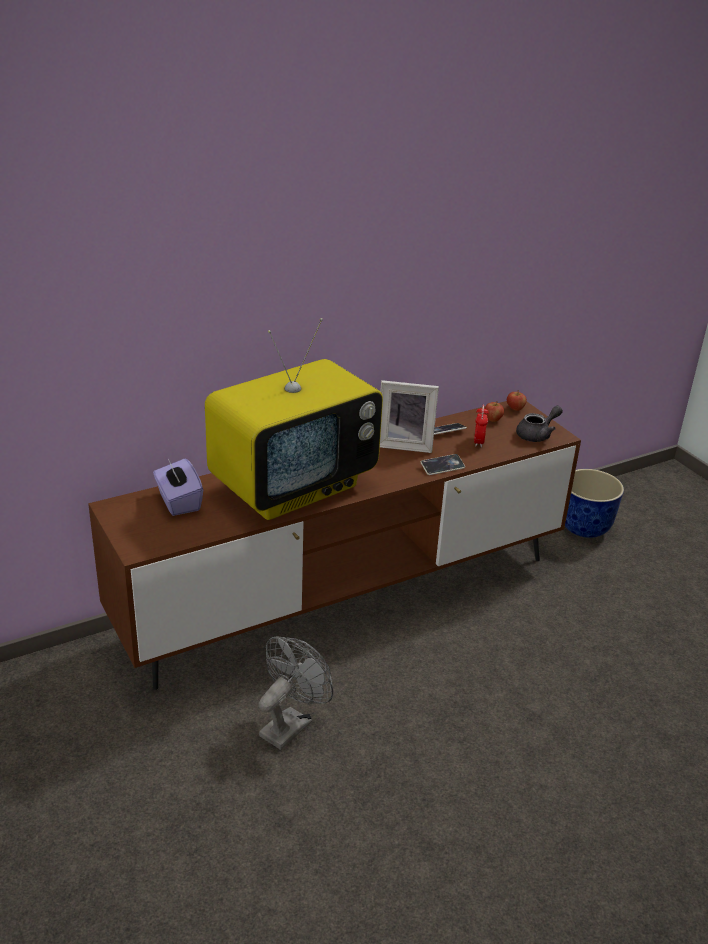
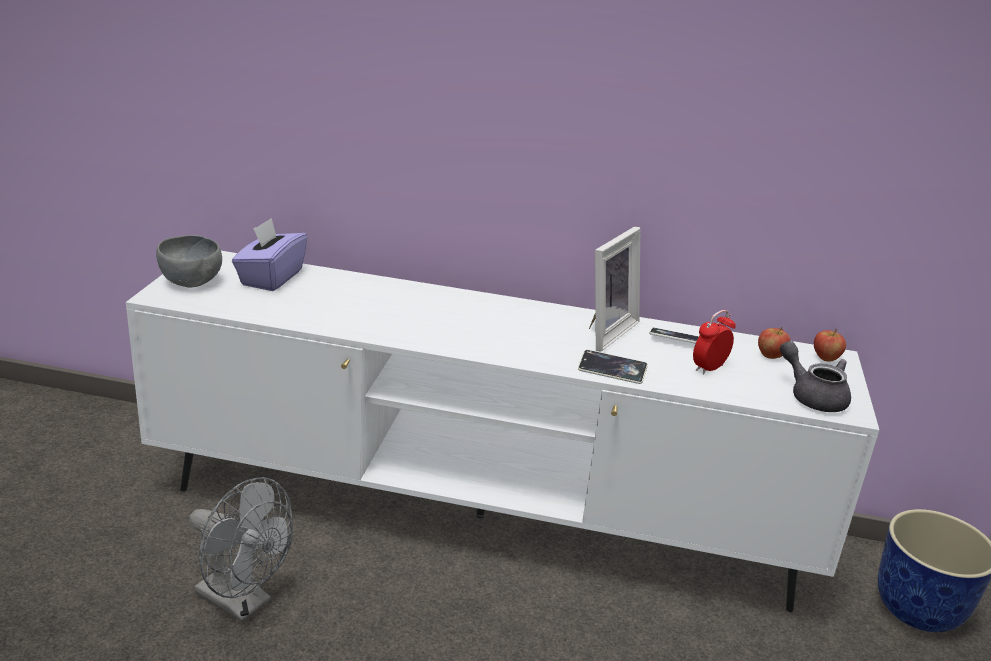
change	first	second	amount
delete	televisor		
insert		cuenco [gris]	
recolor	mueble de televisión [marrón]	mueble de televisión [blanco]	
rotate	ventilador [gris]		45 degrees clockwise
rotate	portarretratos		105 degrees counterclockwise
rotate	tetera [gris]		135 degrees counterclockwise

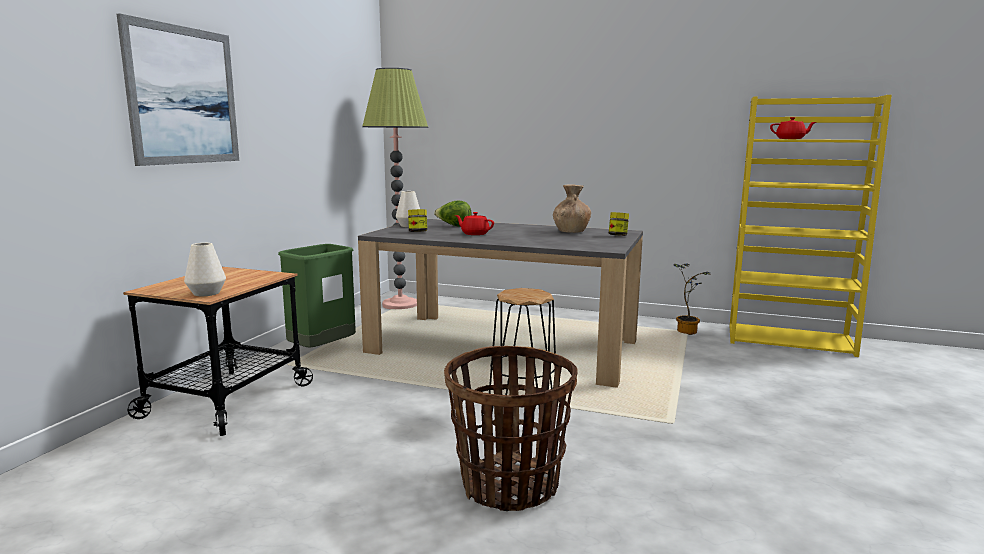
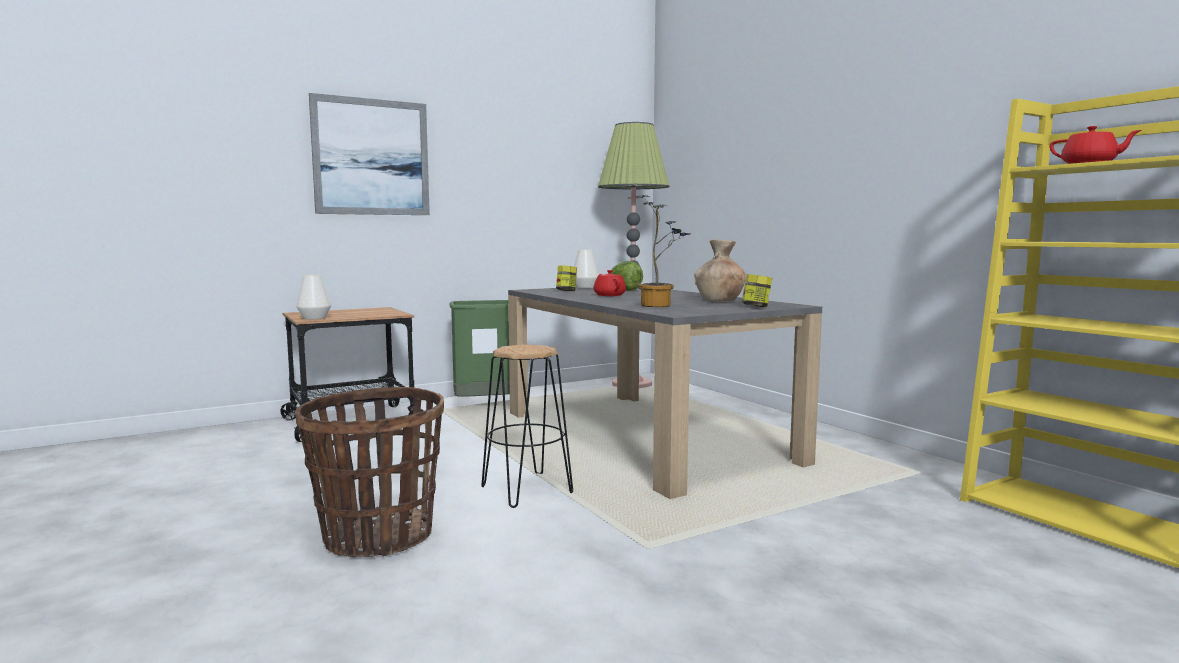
change	first	second	amount
move	planta en maceta		

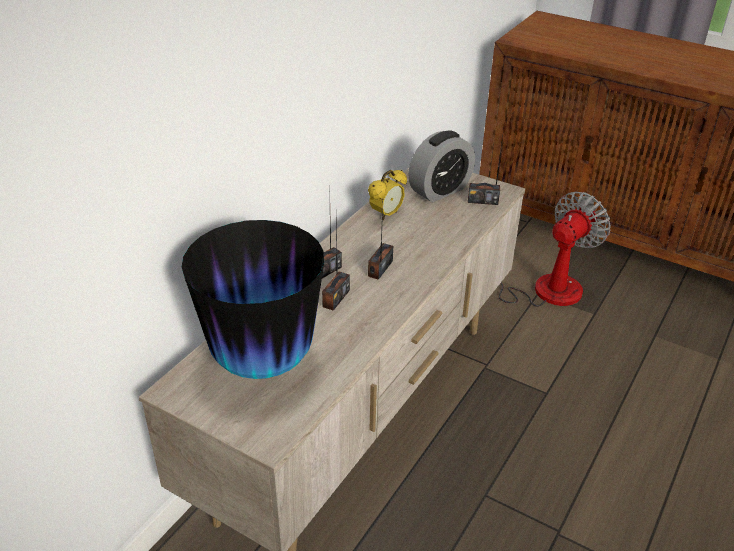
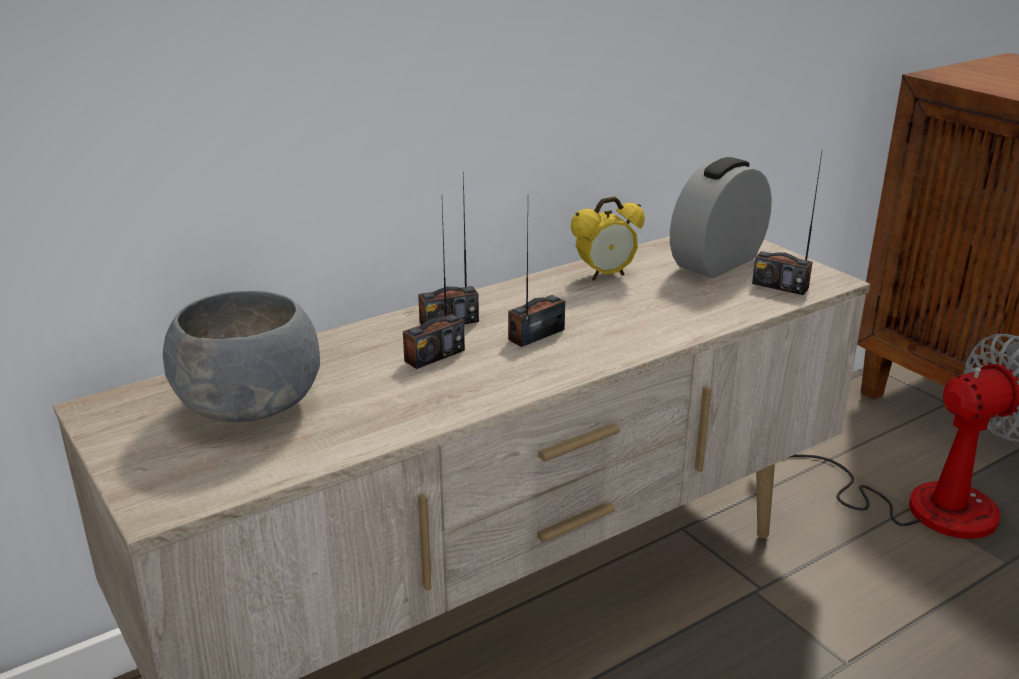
change	first	second	amount
replace	florero	cuenco [gris]	
rotate	despertador (2nd from left)		150 degrees clockwise

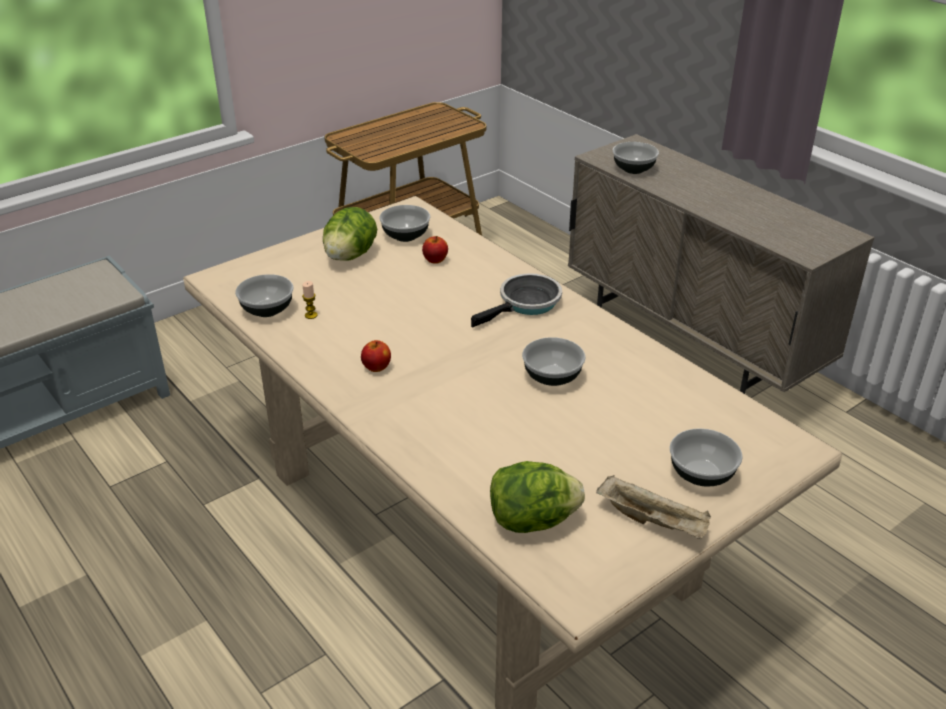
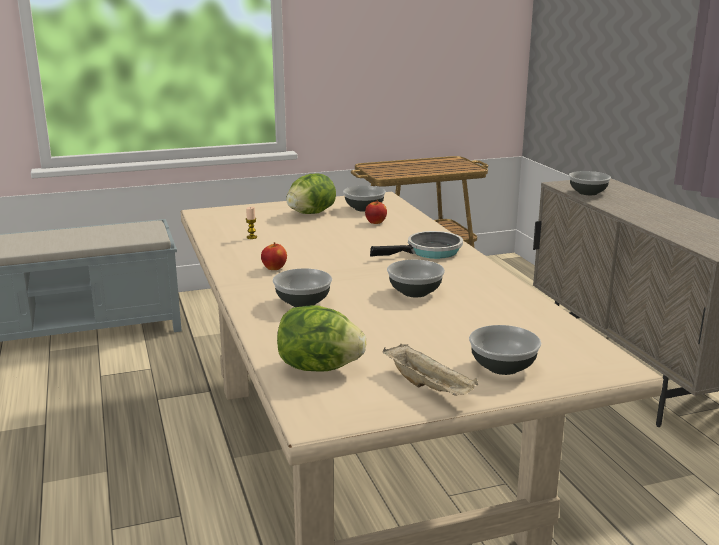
change	first	second	amount
move	cuenco (1st from left)		

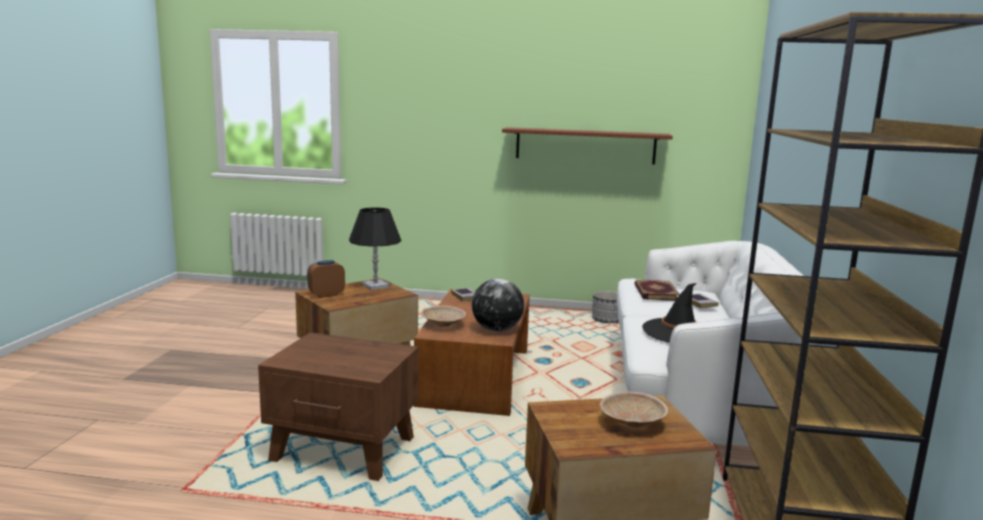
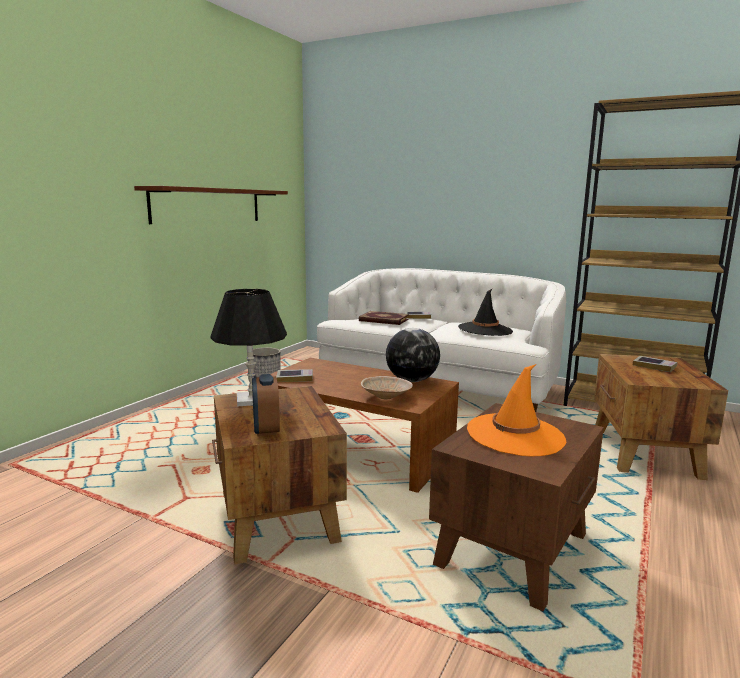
change	first	second	amount
insert		sombrero [naranja]	
replace	cuenco [beis] (2nd from left)	libro (4th from left)	

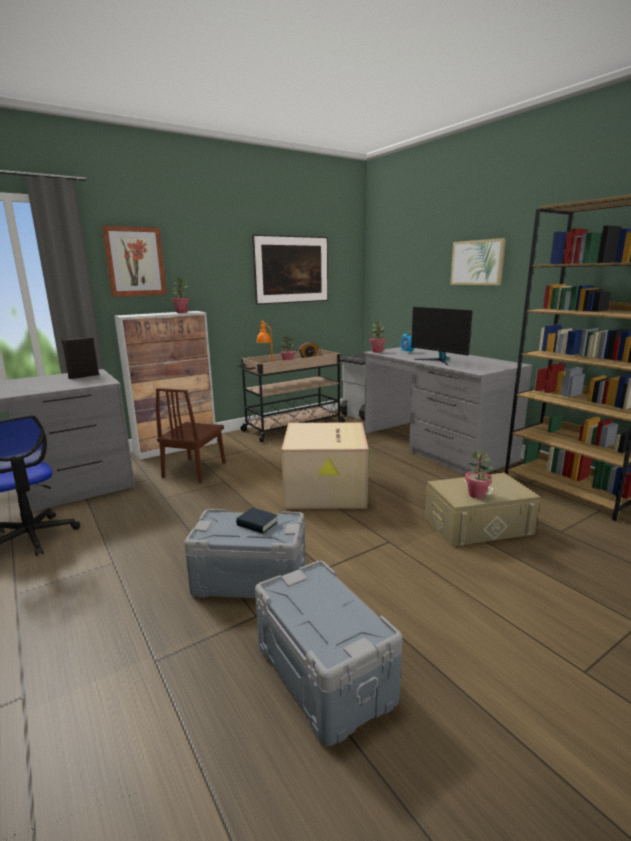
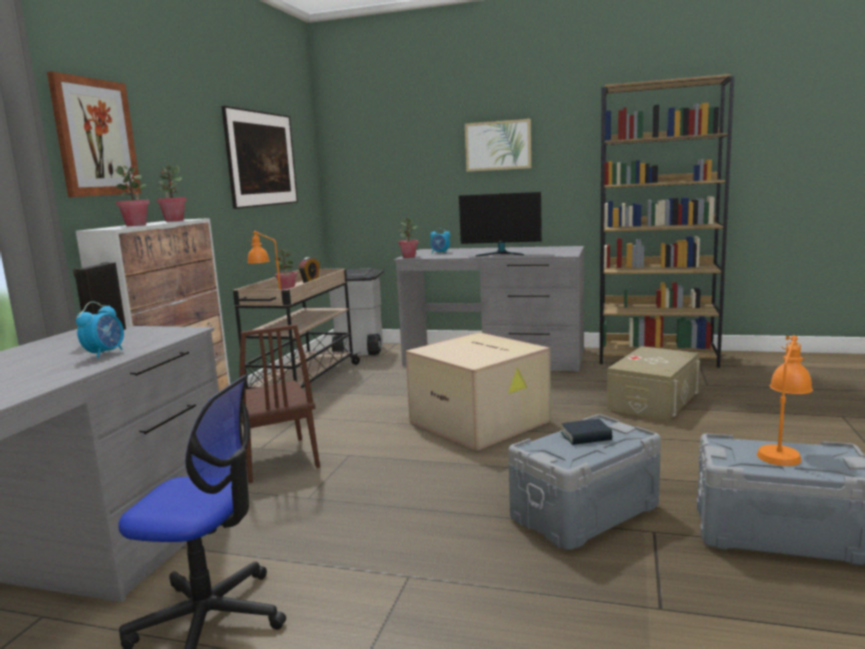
change	first	second	amount
insert		despertador (1st from left)	
insert		lámpara de mesa [naranja] (2nd from left)	
move	planta en maceta (4th from left in the first image)	planta en maceta (1st from left)	

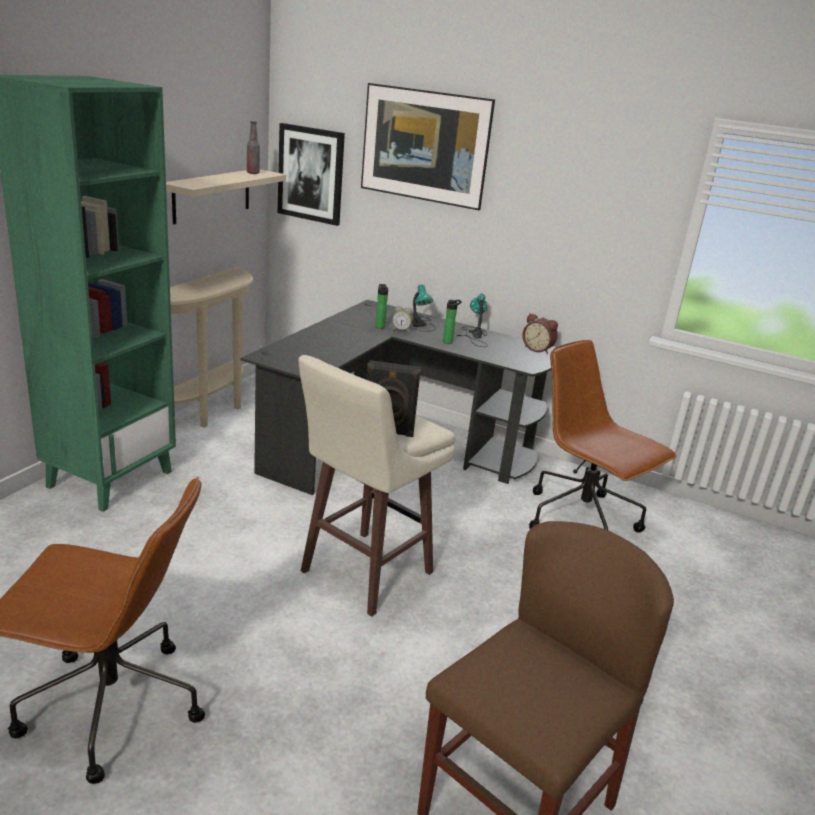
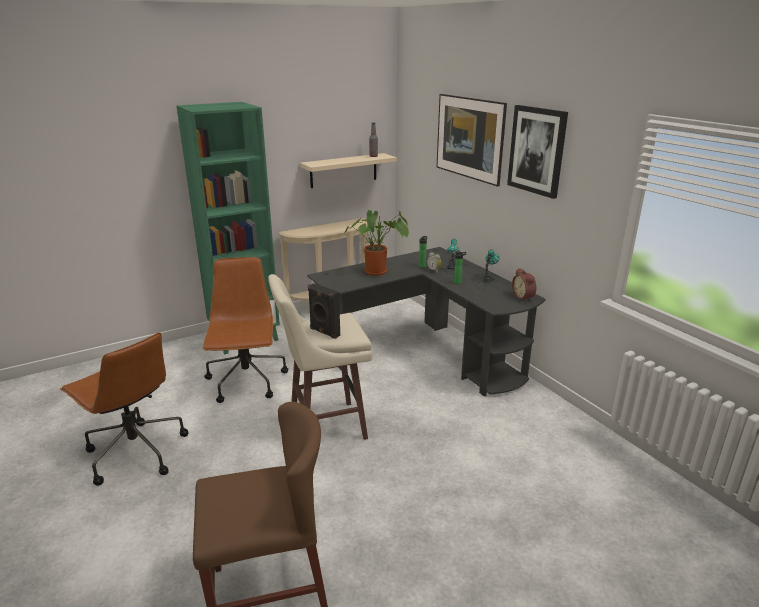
change	first	second	amount
insert		planta en maceta	
move	cuadro (1st from left in the first image)	cuadro (2nd from left)	
move	silla de oficina [marrón] (2nd from left)		

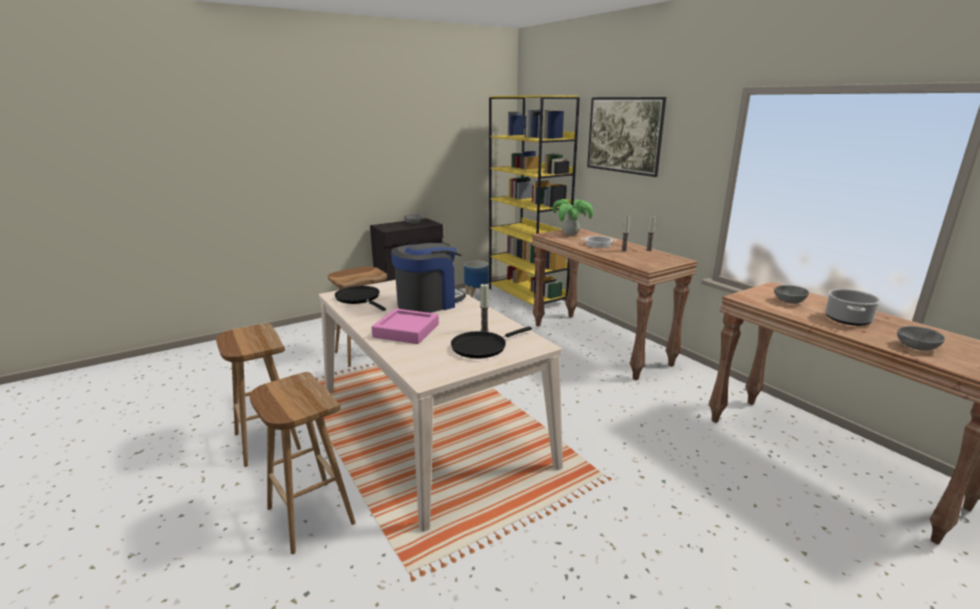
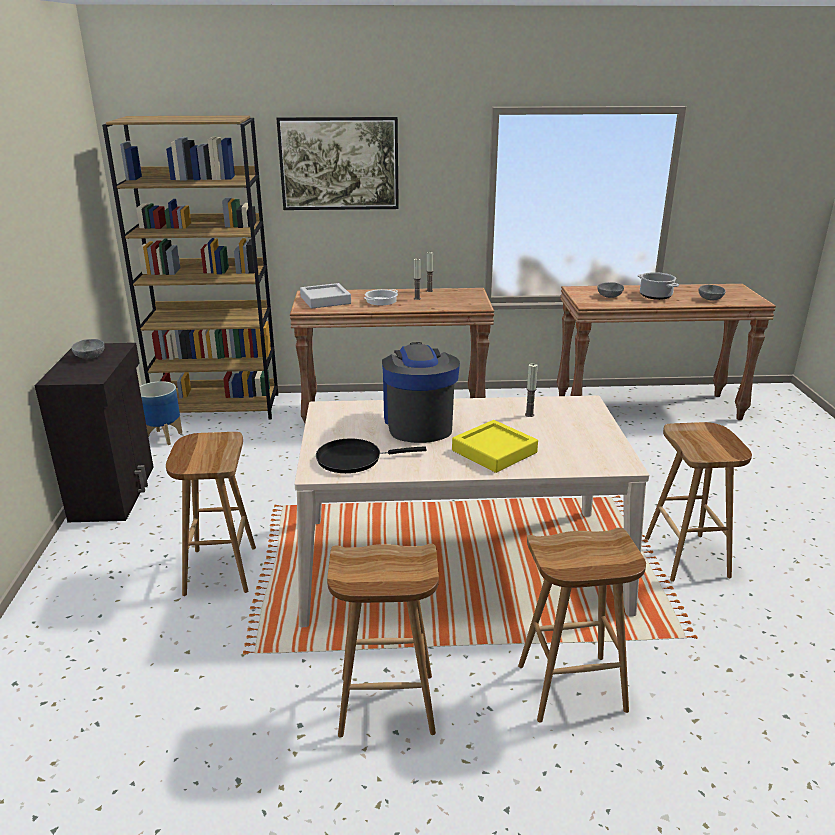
change	first	second	amount
delete	sartén [negro] (2nd from left)		
insert		taburete [marrón] (4th from left)	
replace	planta en maceta	bandeja [gris]	
recolor	bandeja [rosa]	bandeja [amarillo]	
recolor	estantería [amarillo]	estantería [marrón]	

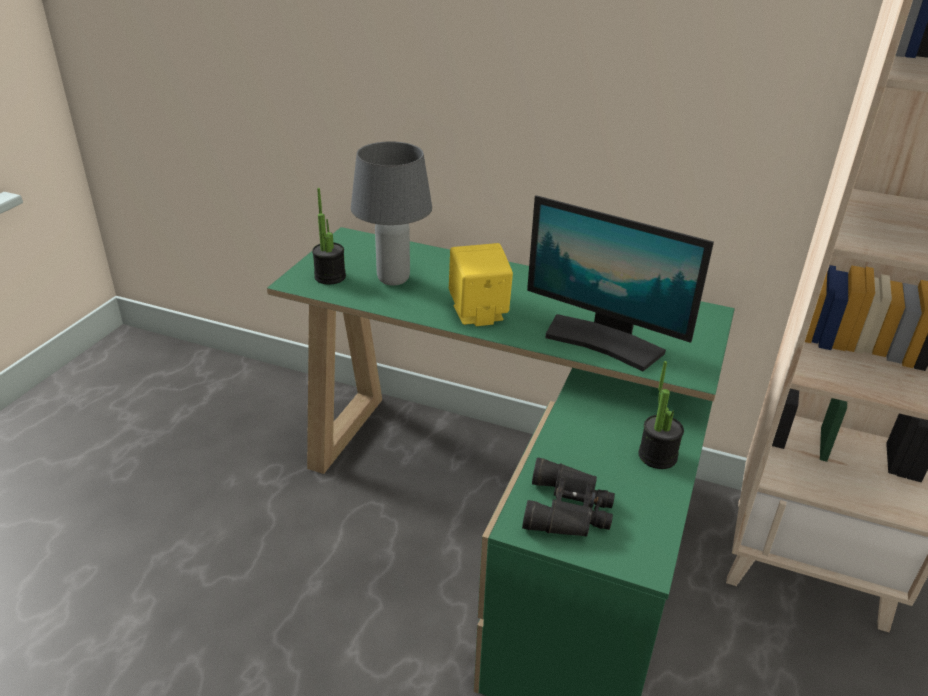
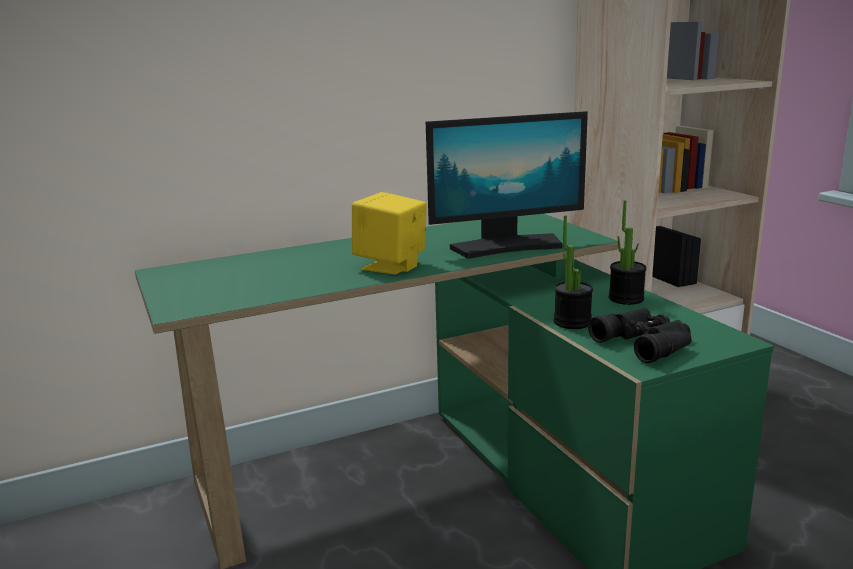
change	first	second	amount
delete	lámpara de mesa [gris]		
move	planta en maceta (1st from left)		

